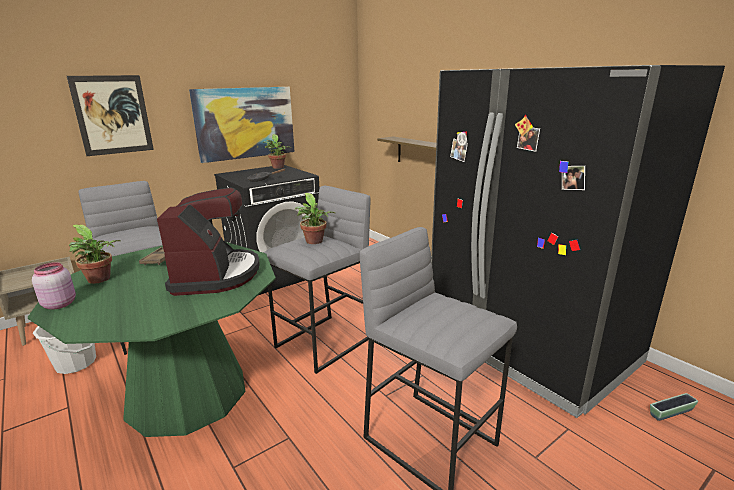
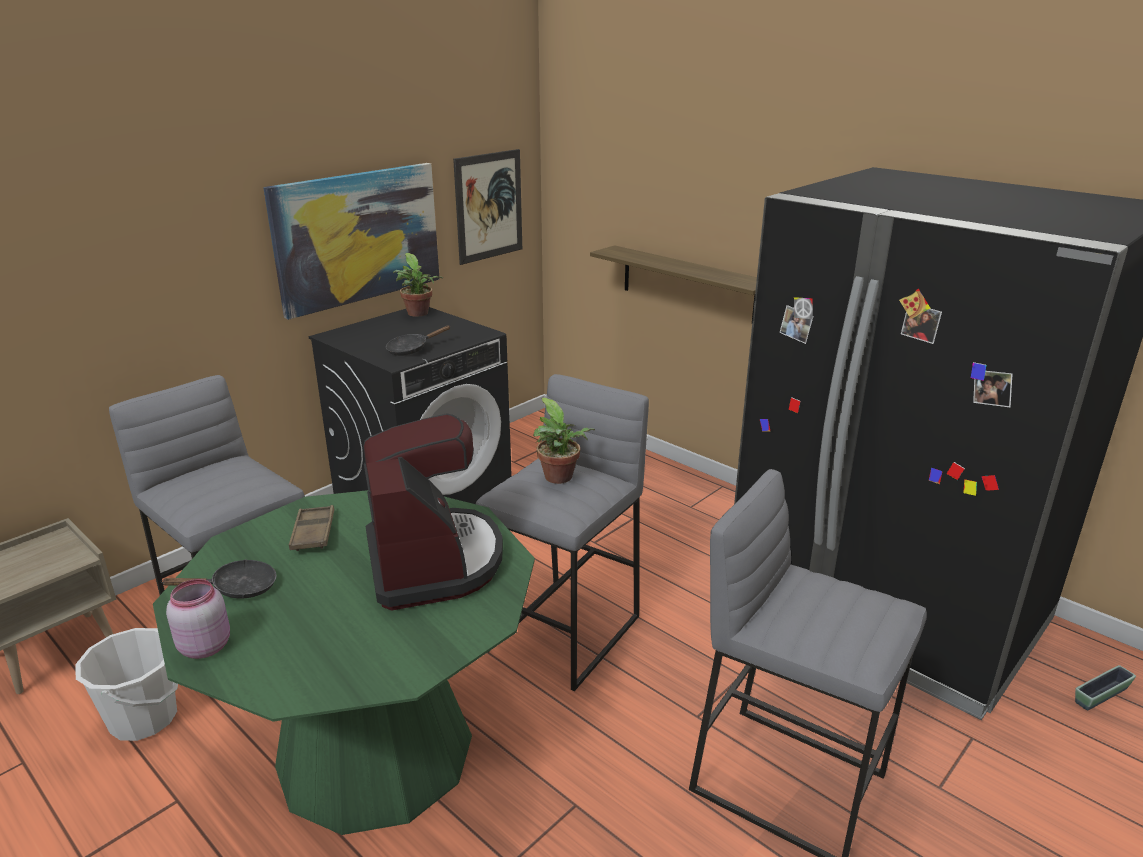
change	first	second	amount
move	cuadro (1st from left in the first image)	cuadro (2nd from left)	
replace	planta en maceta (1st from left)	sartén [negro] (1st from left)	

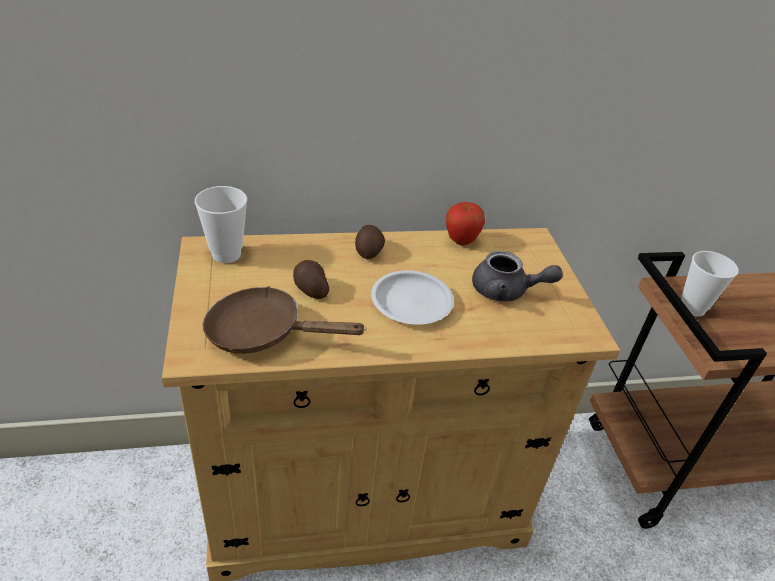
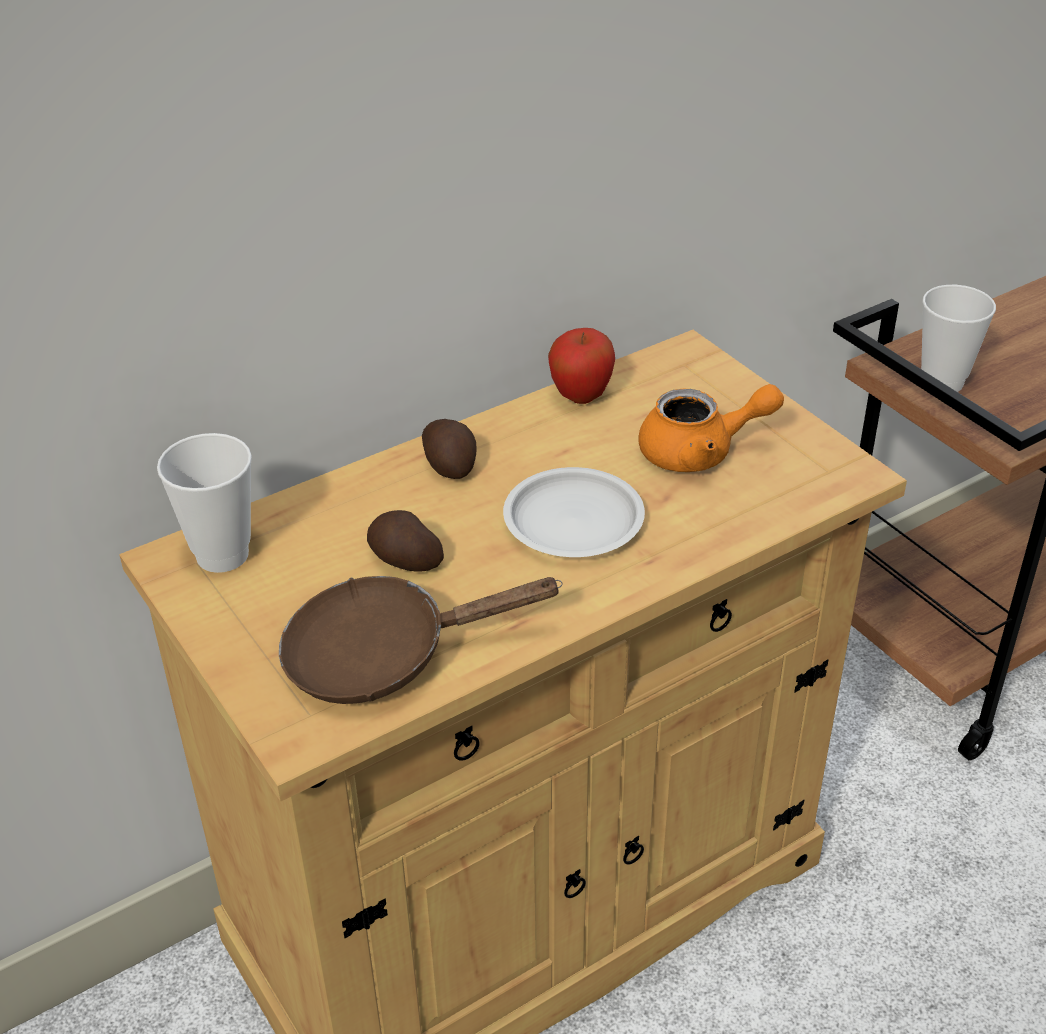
change	first	second	amount
recolor	tetera [gris]	tetera [naranja]	

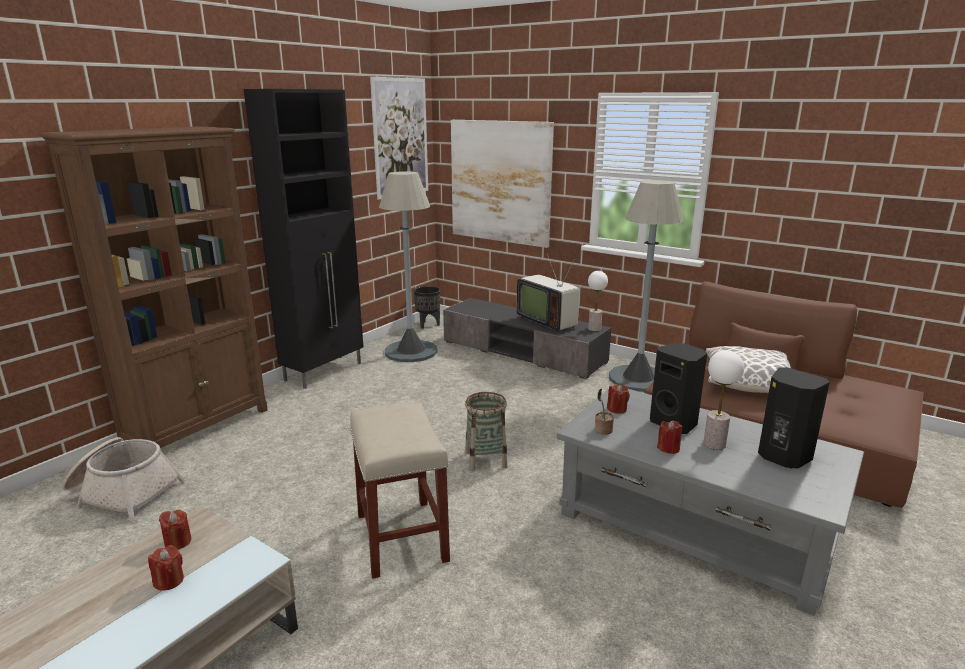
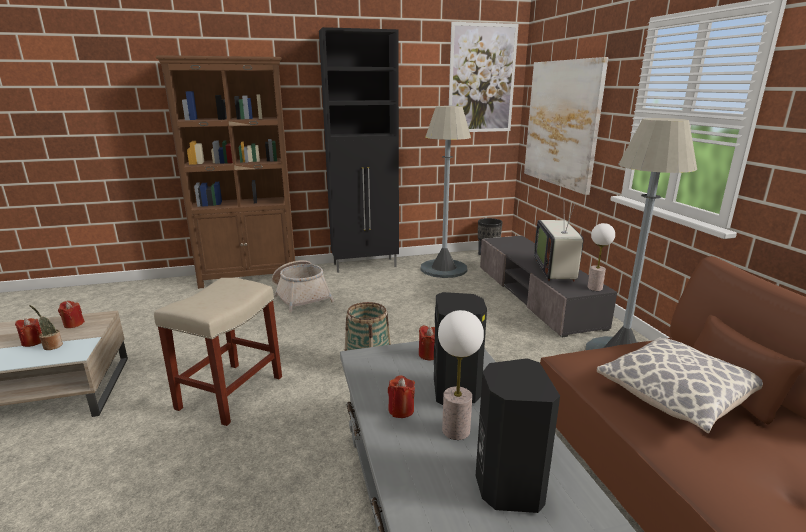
change	first	second	amount
move	cesta (1st from left)		
move	planta en maceta		

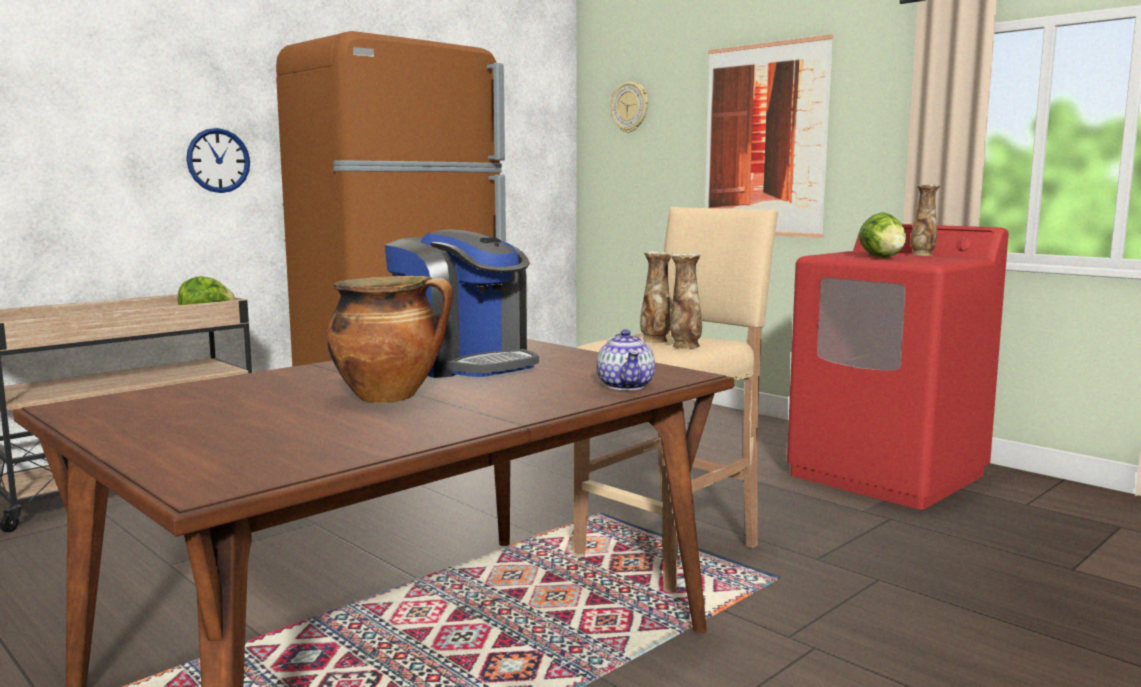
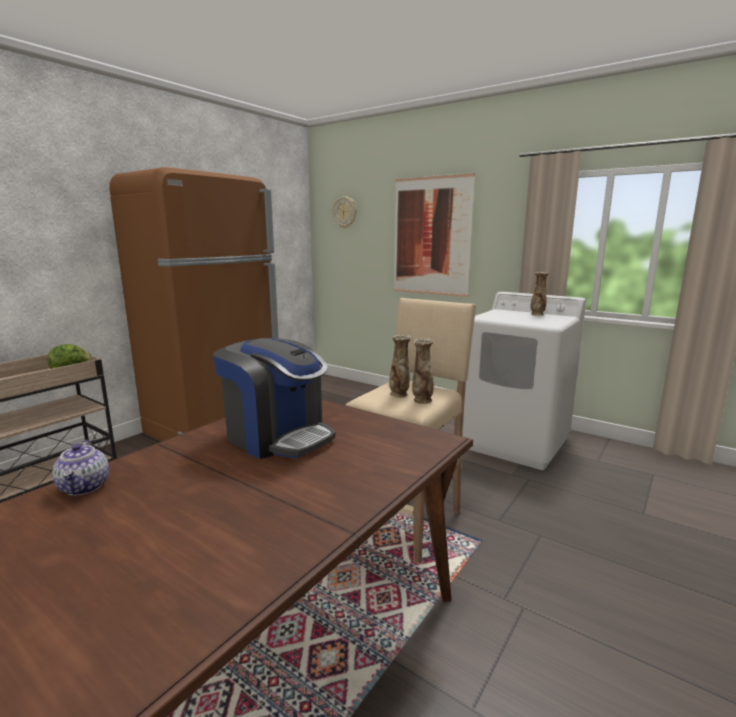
change	first	second	amount
delete	reloj de pared (1st from left)		
delete	olla		
delete	lechuga (2nd from left)		
move	tetera		
recolor	lavadora [rojo]	lavadora [blanco]	

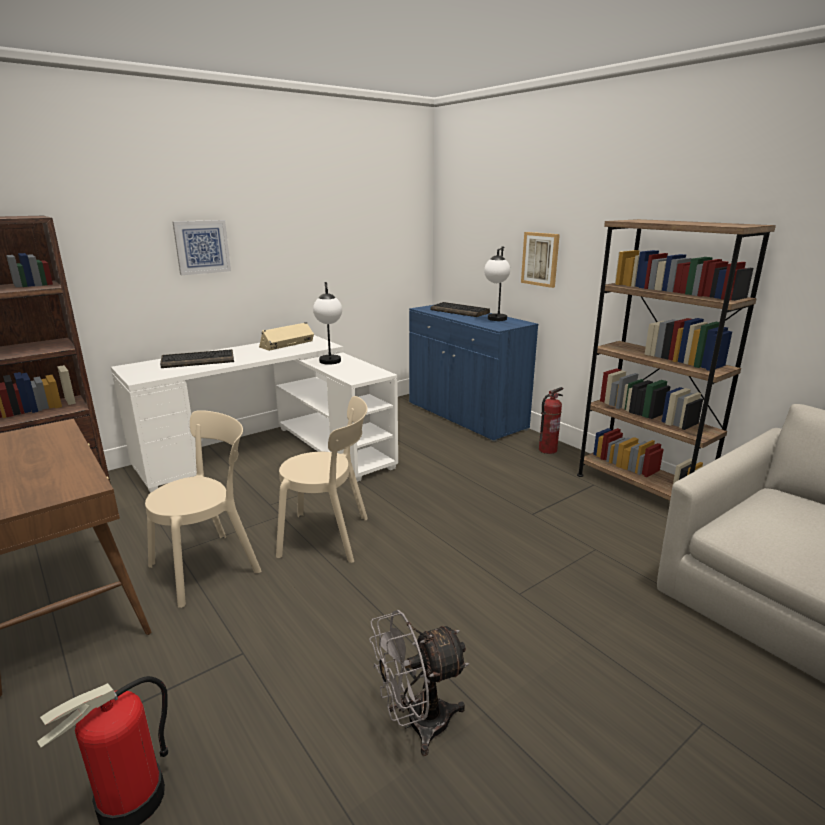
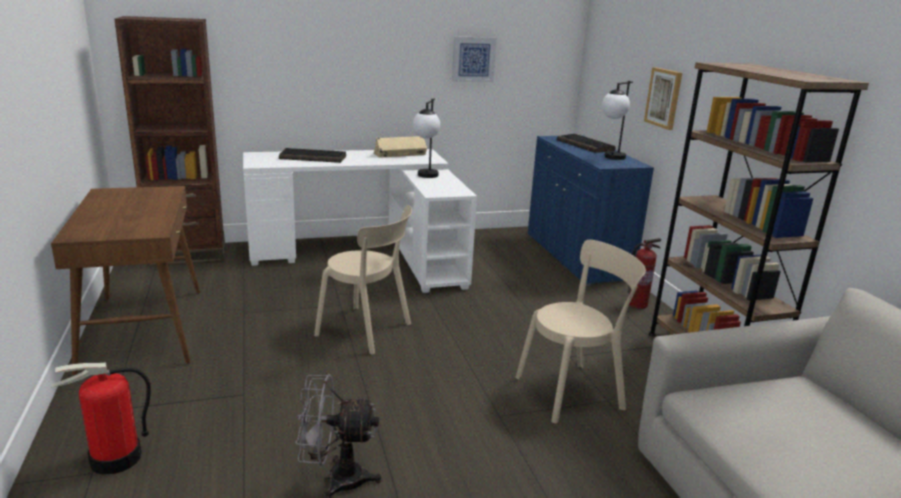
change	first	second	amount
move	silla [beis] (1st from left in the first image)	silla [beis] (2nd from left)	
move	cuadro (1st from left)		

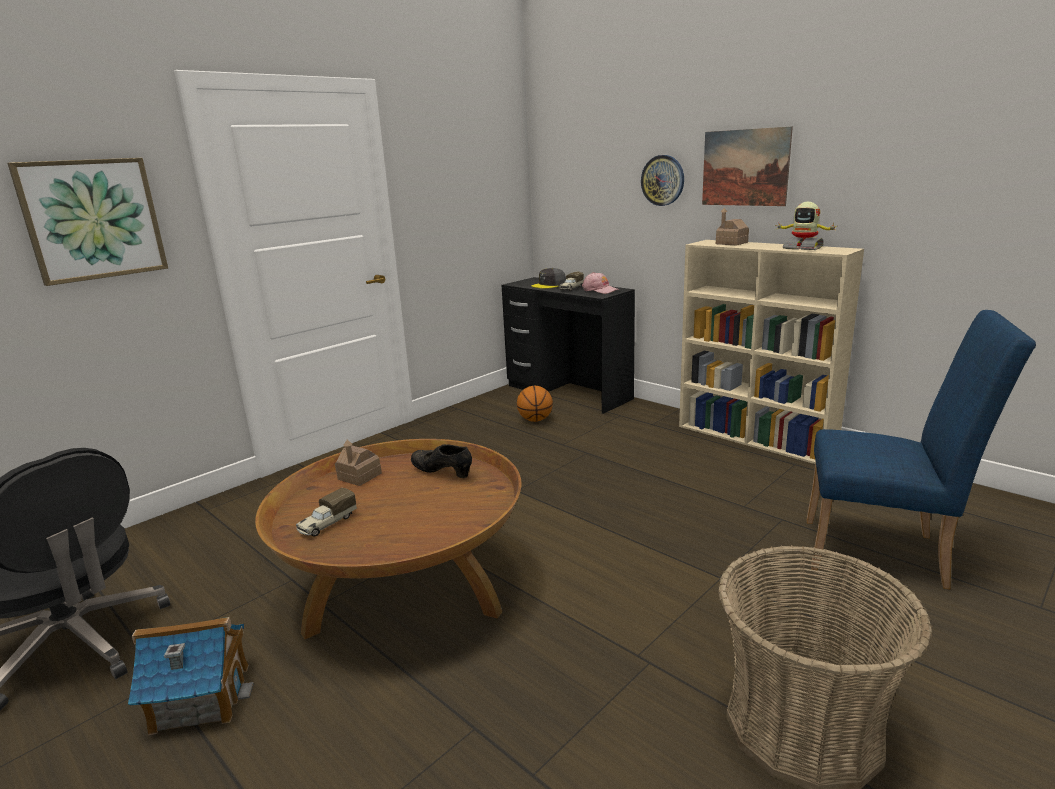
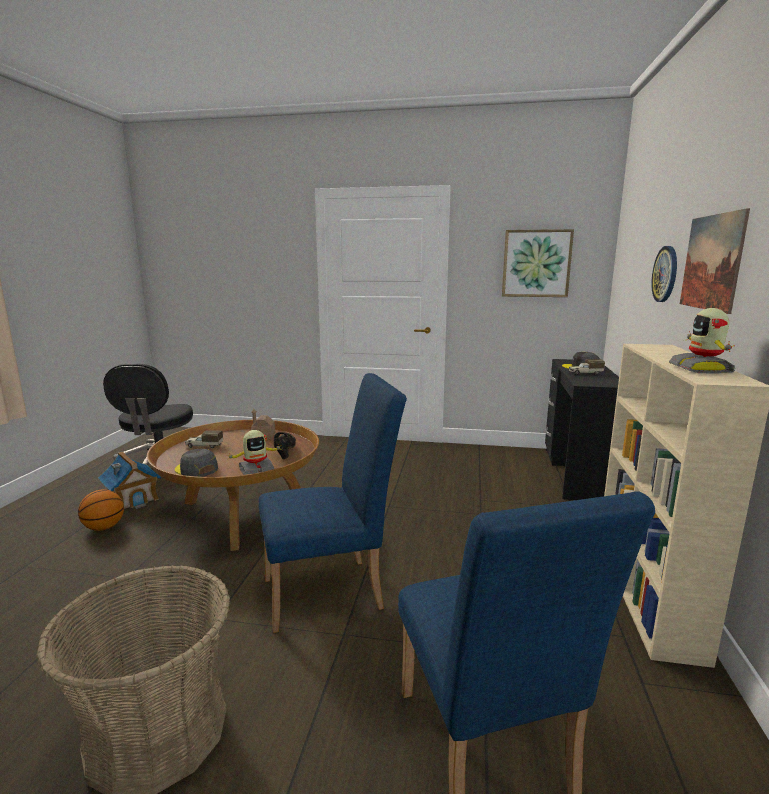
change	first	second	amount
delete	gorra [rosa]		
delete	casita (3rd from left)		
insert		gorra [gris] (1st from left)	
insert		robot de juguete (1st from left)	
insert		silla [azul] (1st from left)	
move	cuadro (1st from left)		
move	balón de baloncesto		

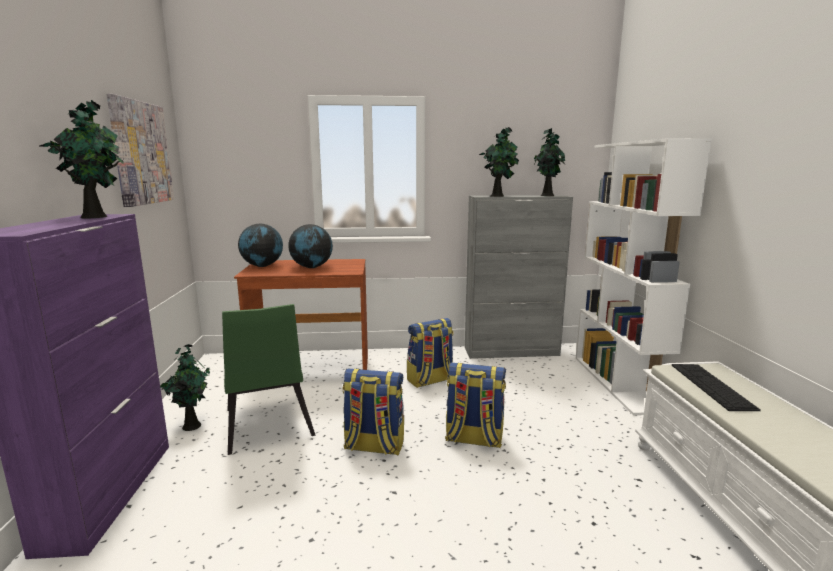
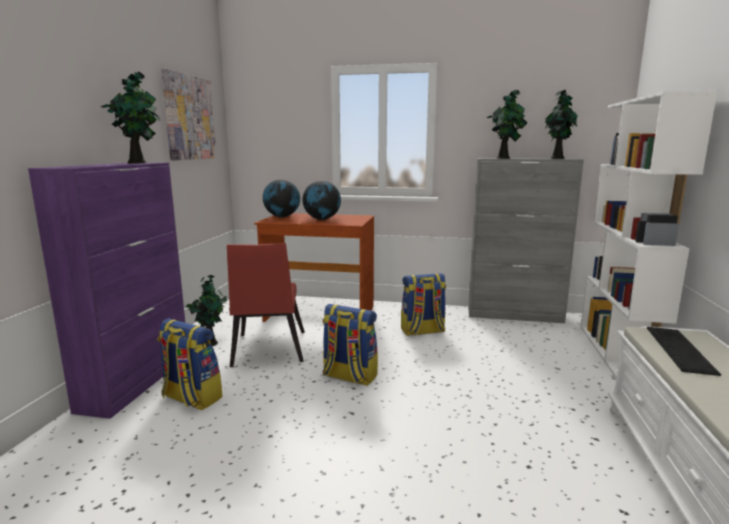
change	first	second	amount
move	mochila (3rd from left in the first image)	mochila (1st from left)	
recolor	silla [verde]	silla [rojo]	

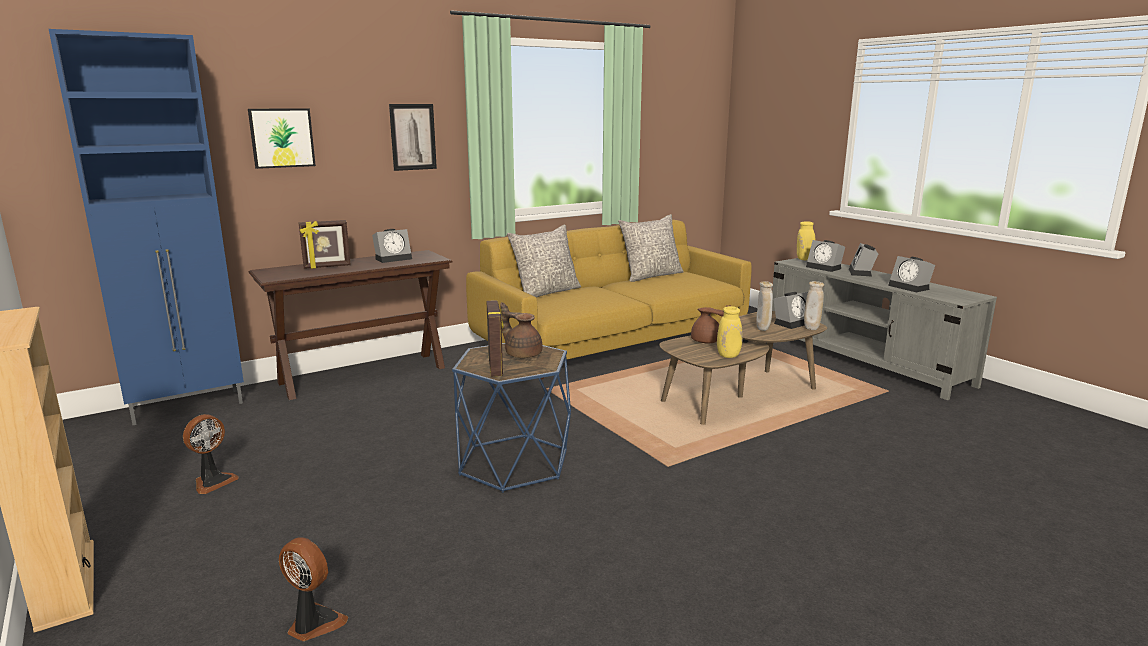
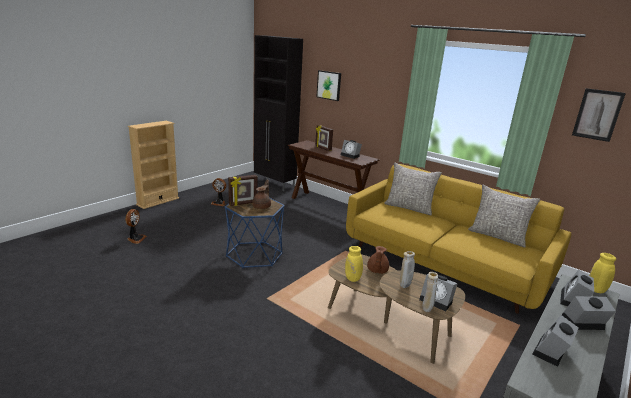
change	first	second	amount
move	cuadro (2nd from left)		
recolor	armario [azul]	armario [negro]	

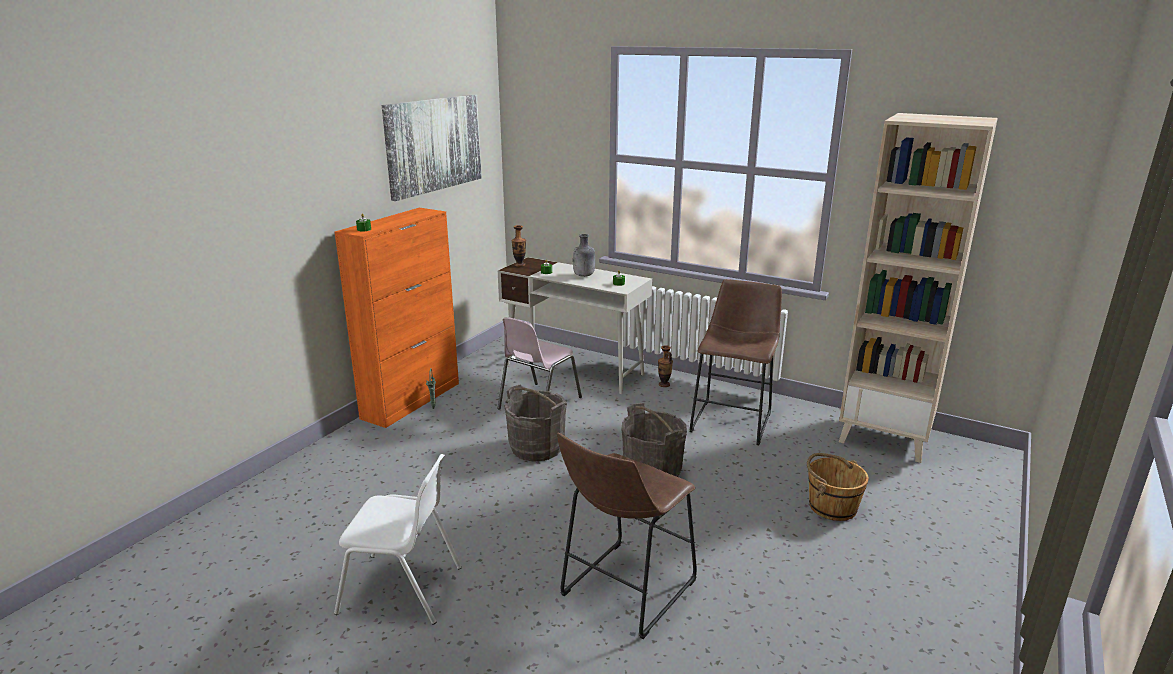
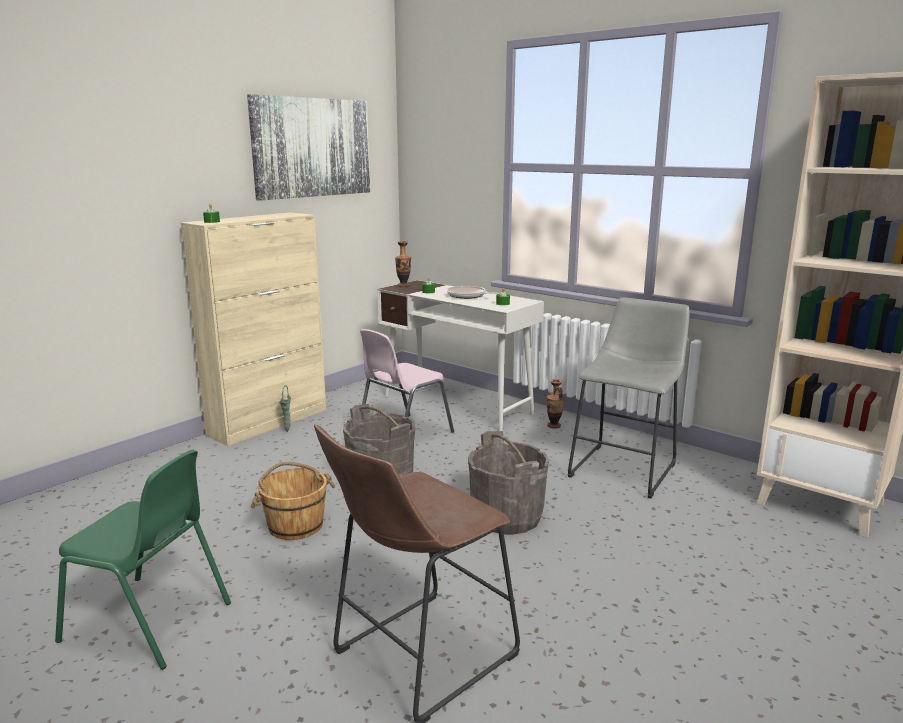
change	first	second	amount
move	cubo [marrón]		
replace	botella [gris]	sartén	
recolor	silla [blanco]	silla [verde]	
recolor	armario [naranja]	armario [beis]	
recolor	taburete [marrón] (2nd from left)	taburete [gris]	

